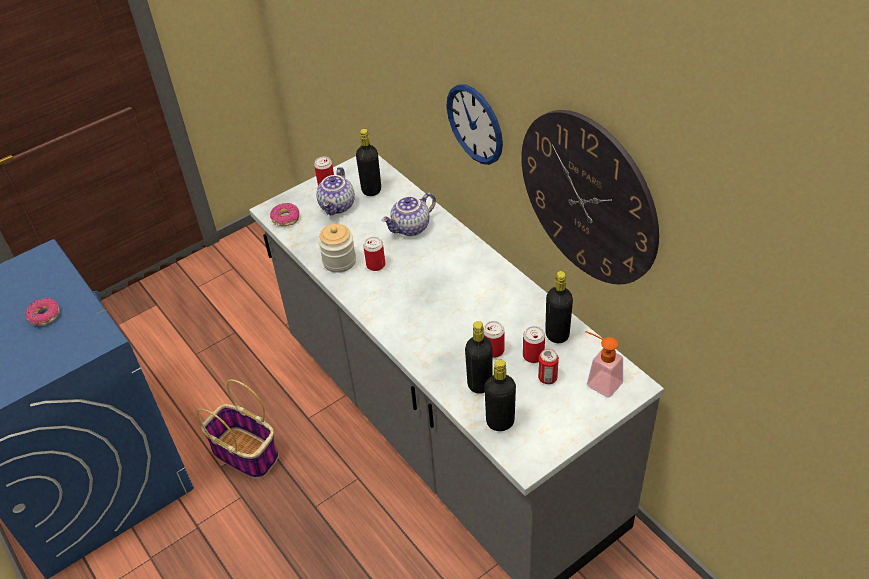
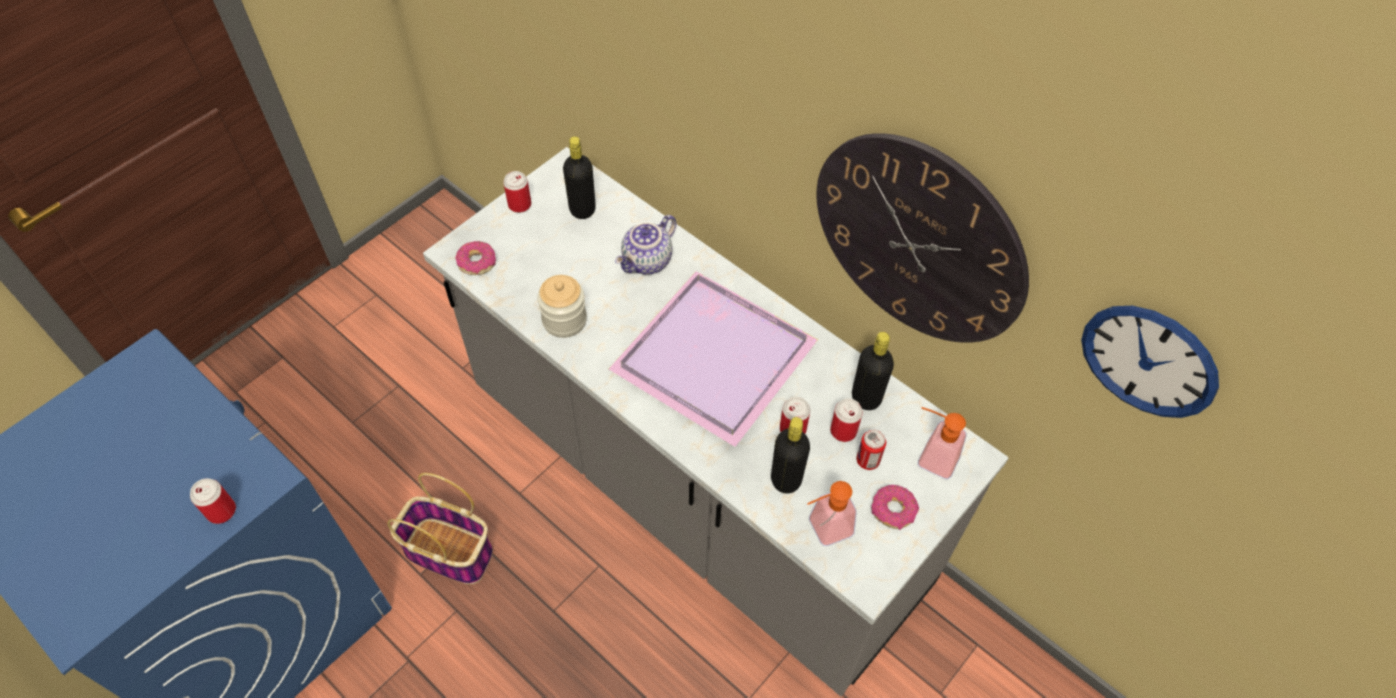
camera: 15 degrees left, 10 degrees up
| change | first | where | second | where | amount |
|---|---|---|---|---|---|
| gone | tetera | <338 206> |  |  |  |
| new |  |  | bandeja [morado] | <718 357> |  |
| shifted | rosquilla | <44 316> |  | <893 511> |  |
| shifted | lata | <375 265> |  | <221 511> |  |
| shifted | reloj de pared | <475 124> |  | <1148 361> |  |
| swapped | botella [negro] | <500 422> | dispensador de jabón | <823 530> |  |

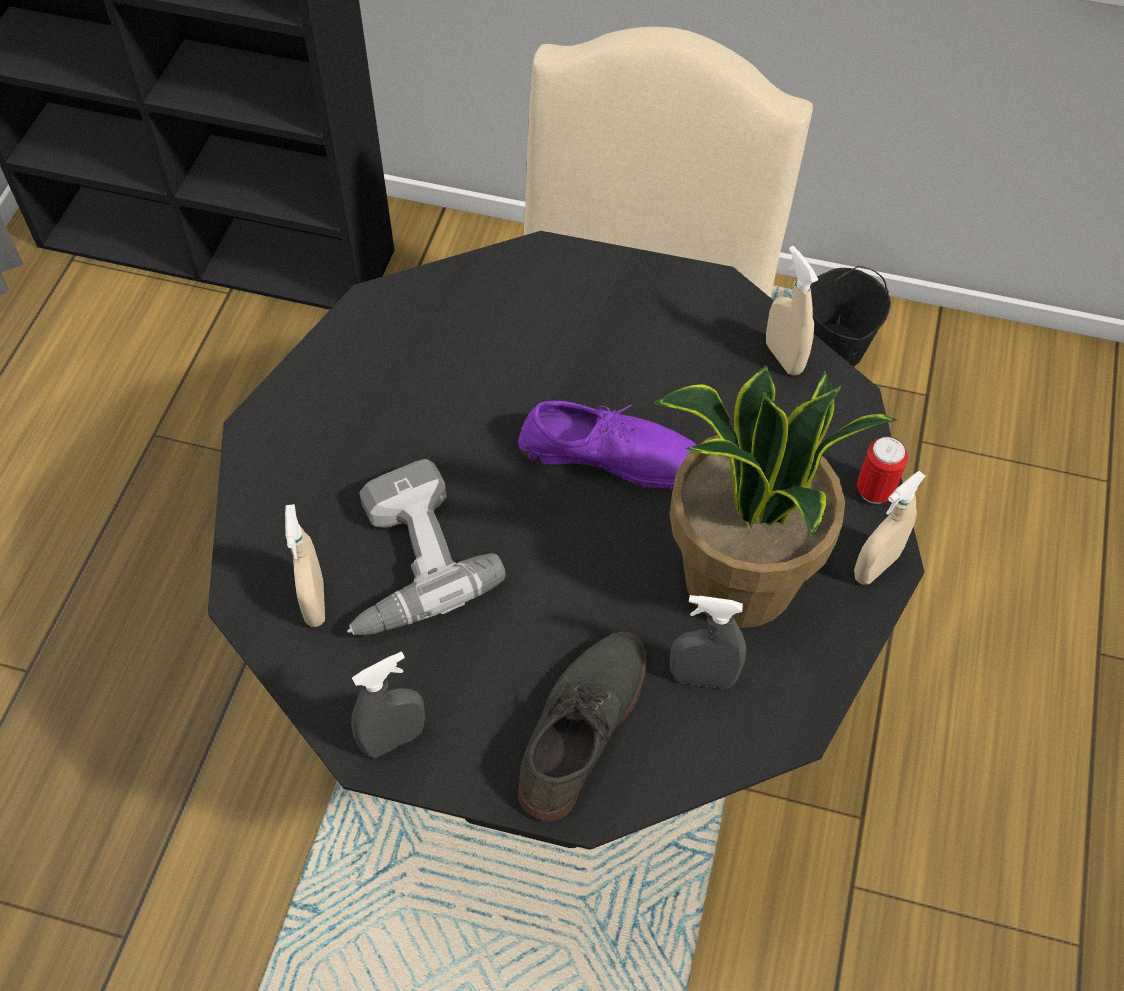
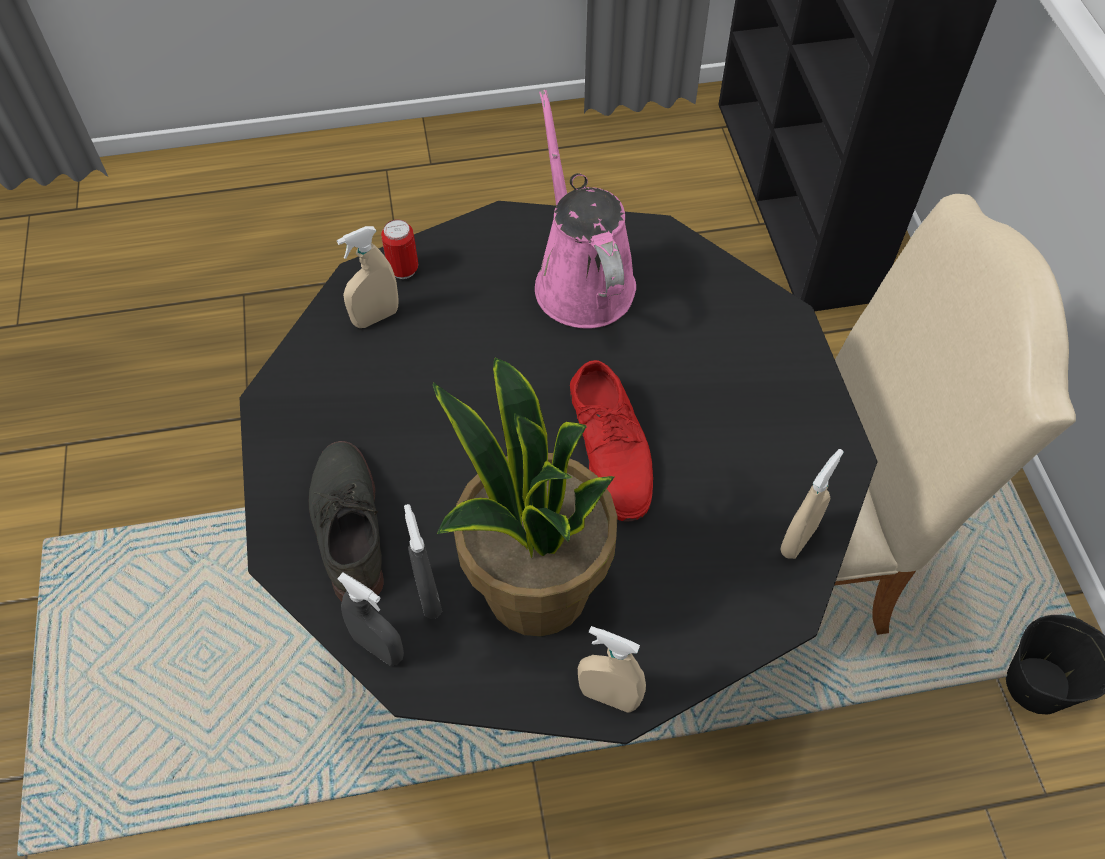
camera: 65 degrees right, 0 degrees up
| change | first | where | second | where | amount |
|---|---|---|---|---|---|
| gone | taladro | <403 561> |  |  |  |
| new |  |  | regadera [rosa] | <581 279> |  |
| shifted | pulverizador [gris] | <394 739> |  | <378 647> |  |
| shifted | lata | <874 491> |  | <403 270> |  |
| repainted | zapato [morado] | <613 454> | zapato [rojo] | <611 448> |  |
| rotated | zapato [gris] | <581 725> |  | <347 524> | 105 degrees counterclockwise |

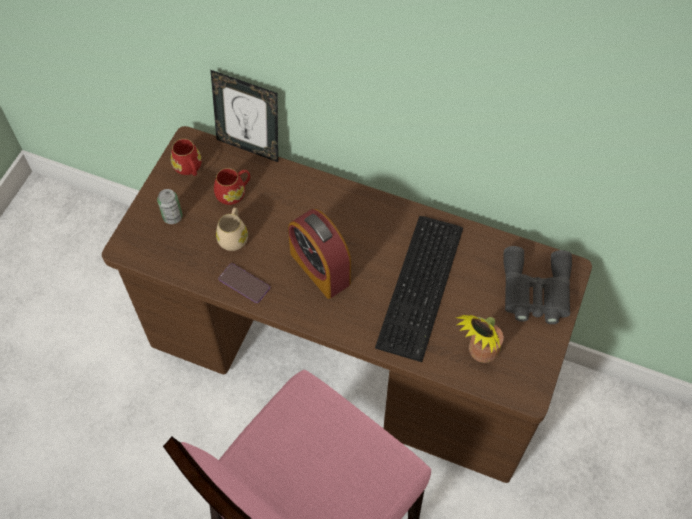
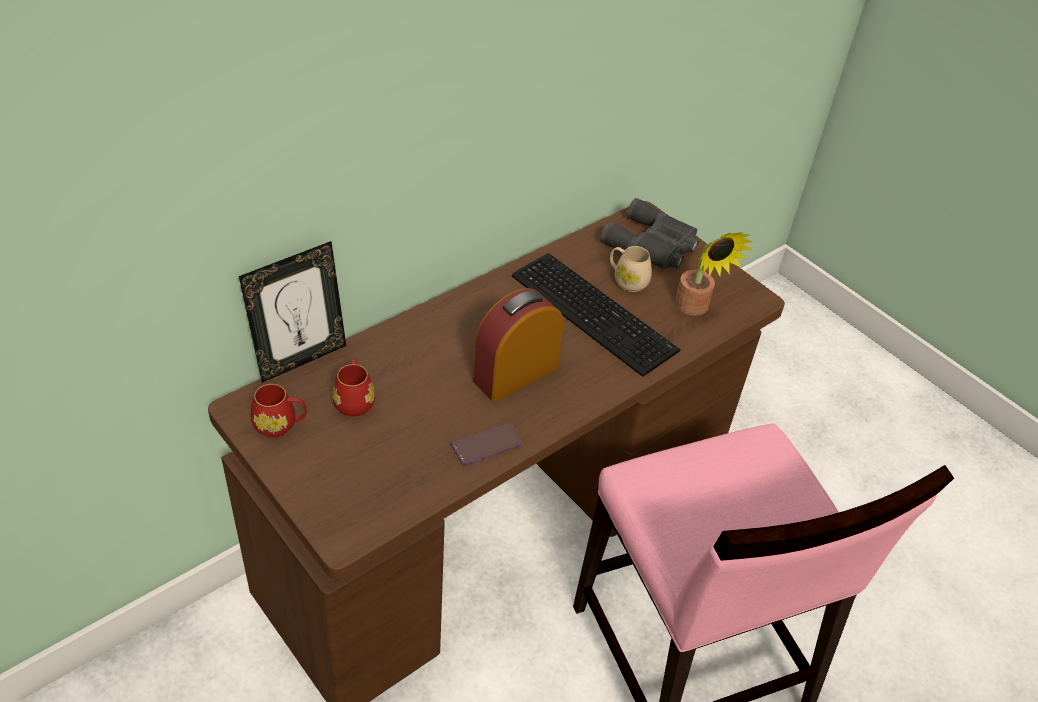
camera: 65 degrees left, 15 degrees down
| change | first | where | second | where | amount |
|---|---|---|---|---|---|
| gone | lata | <172 217> |  |  |  |
| shifted | taza grande [beis] | <234 236> |  | <627 280> |  |
| rotated | despertador | <320 268> |  | <515 374> | 150 degrees clockwise |

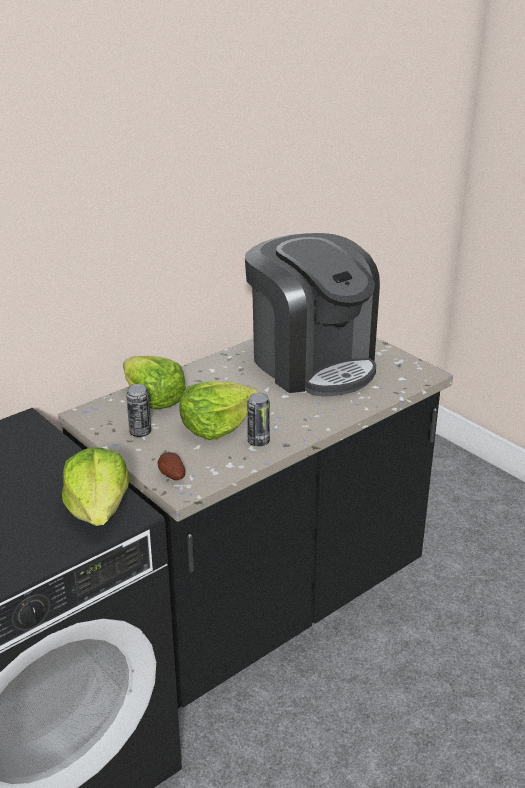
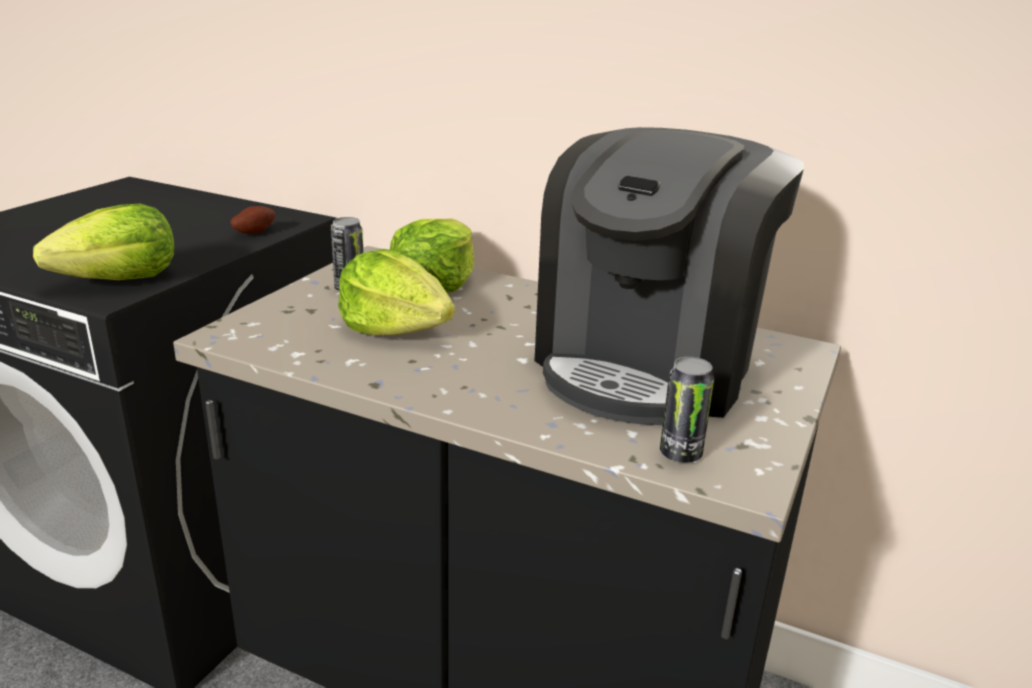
camera: 65 degrees right, 5 degrees down
| change | first | where | second | where | amount |
|---|---|---|---|---|---|
| shifted | patata | <171 476> |  | <253 232> |  |
| shifted | lata | <258 442> |  | <680 454> |  |

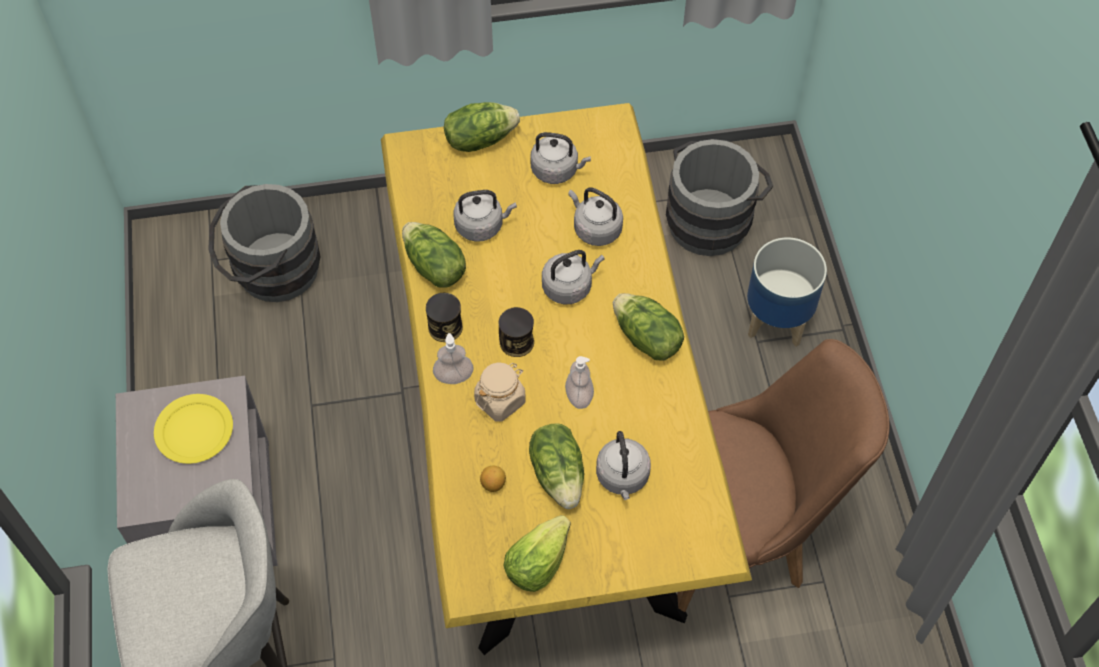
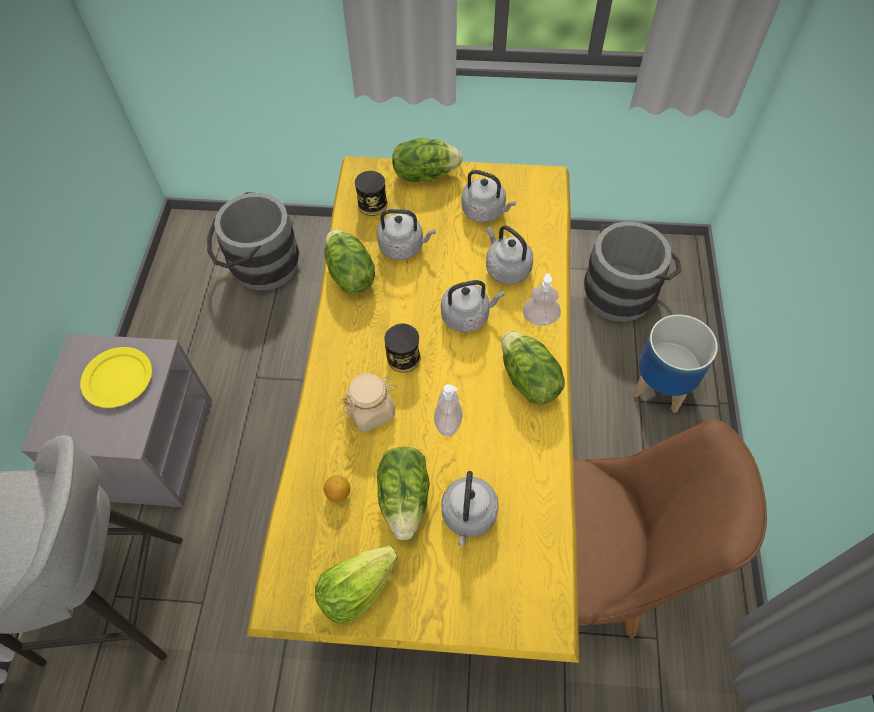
camera: 15 degrees right, 0 degrees up
| change | first | where | second | where | amount |
|---|---|---|---|---|---|
| shifted | lata | <445 327> |  | <372 204> |  |
| shifted | dispensador de jabón | <454 376> |  | <540 319> |  |

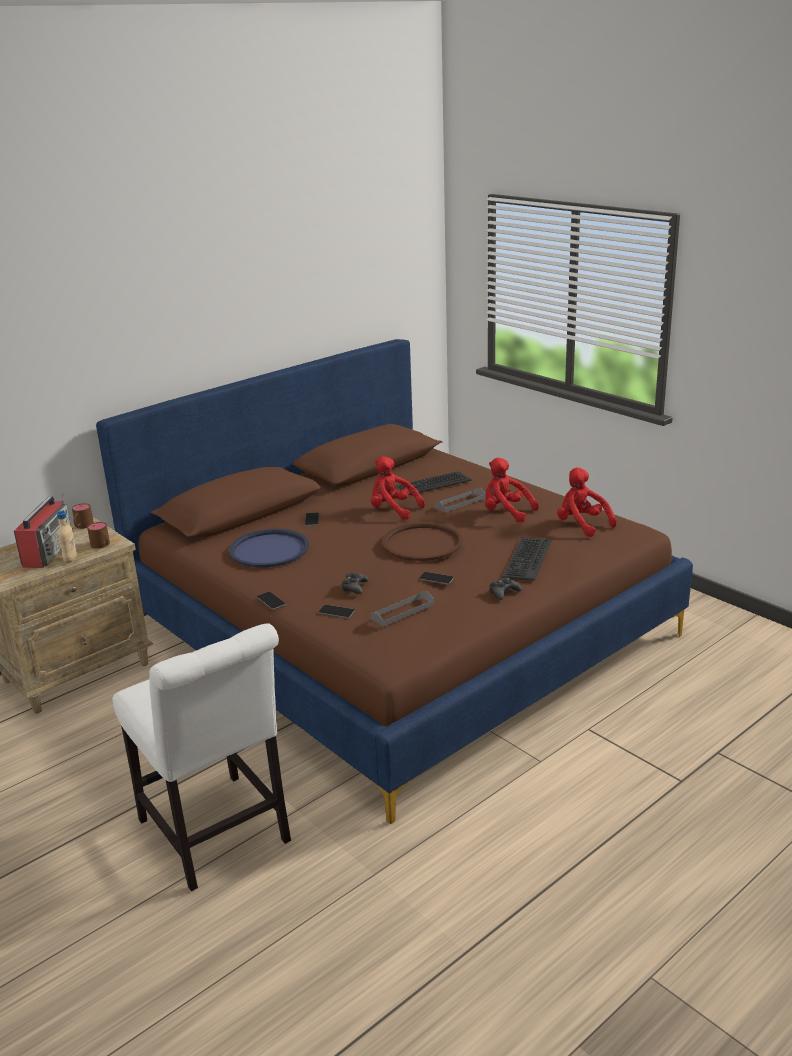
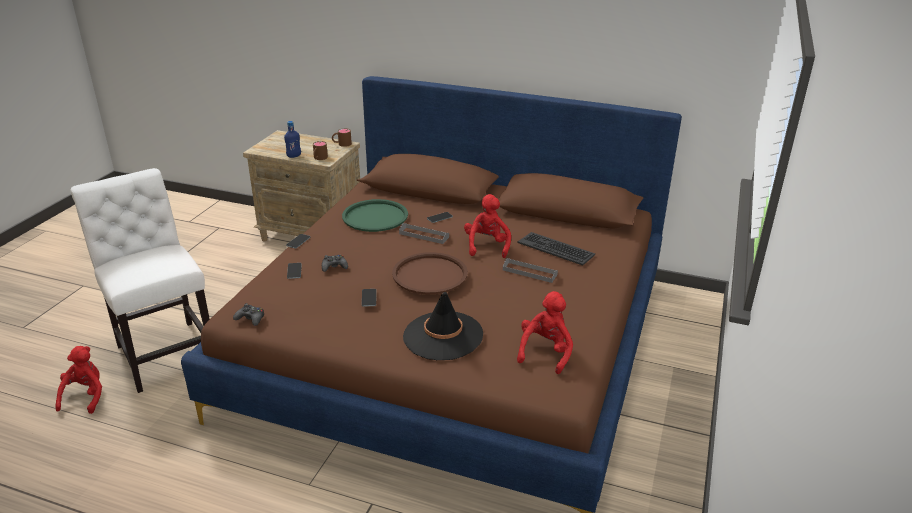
camera: 60 degrees right, 5 degrees up
| change | first | where | second | where | amount |
|---|---|---|---|---|---|
| gone | radio | <48 551> |  |  |  |
| shifted | bandeja [gris] | <403 611> |  | <424 235> |  |
| shifted | peluche [rojo] | <506 512> |  | <85 396> |  |
| shifted | mando de consola [negro] | <504 592> |  | <250 318> |  |
| swapped | teclado | <526 559> | sombrero [negro] | <443 336> |  |
| repainted | botella [beis] | <70 559> | botella [azul] | <294 156> |  |
| repainted | bandeja [azul] | <269 549> | bandeja [verde] | <375 216> |  |
| rotated | silla [blanco] | <217 836> |  | <165 352> | 120 degrees clockwise |

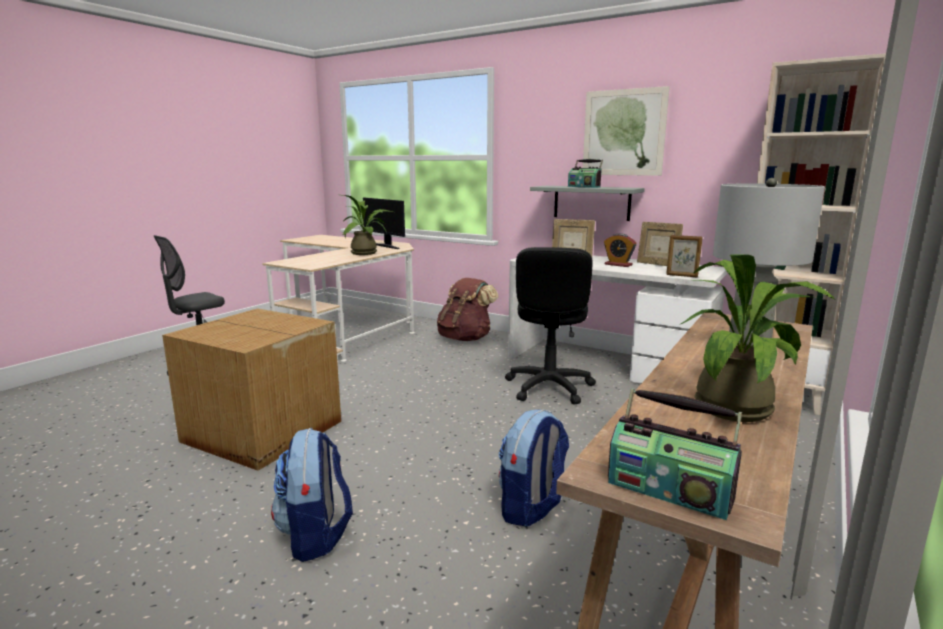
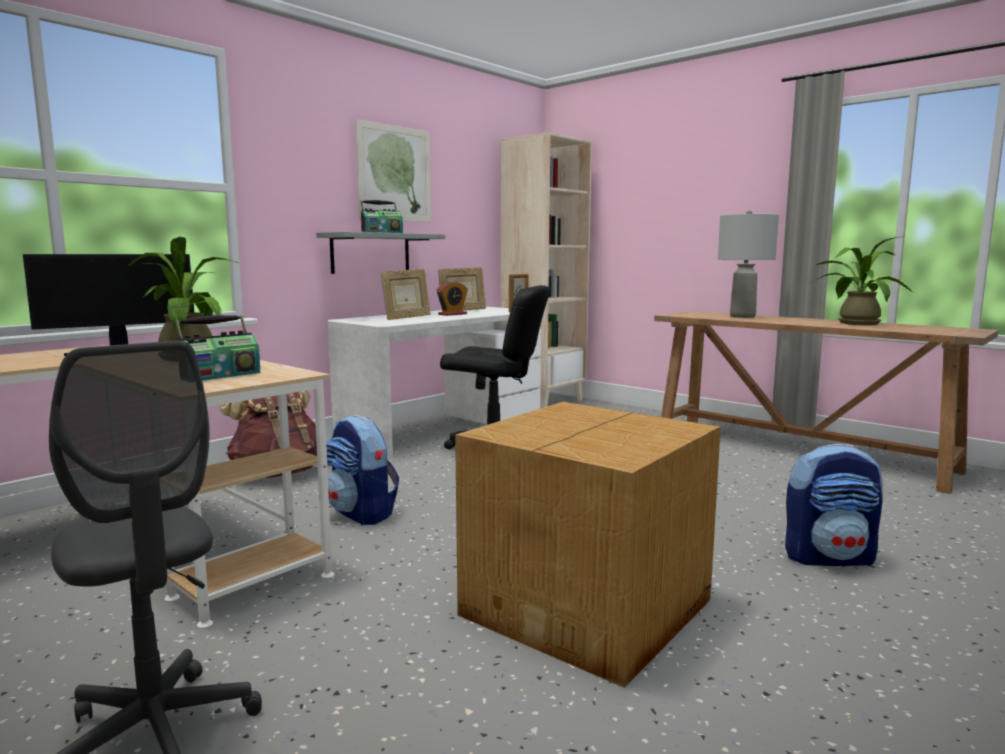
camera: 80 degrees left, 5 degrees down
| change | first | where | second | where | amount |
|---|---|---|---|---|---|
| shifted | mochila | <532 508> |  | <362 514> |  |
| shifted | radio | <669 490> |  | <220 375> |  |

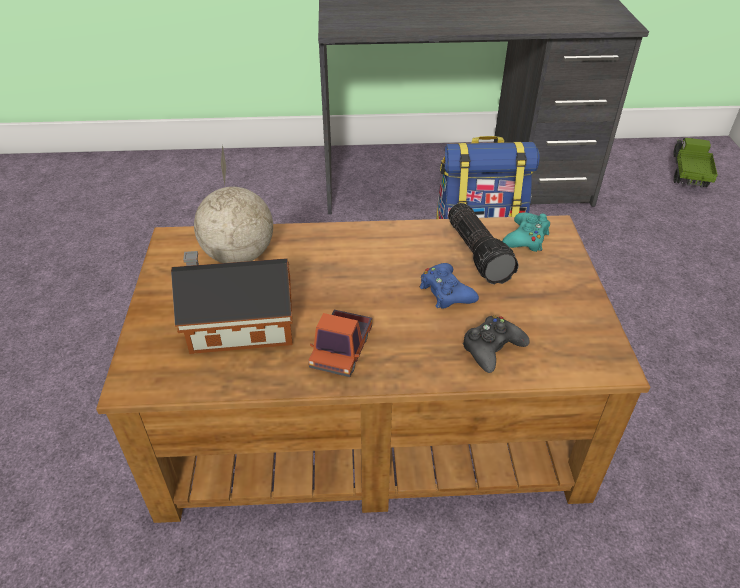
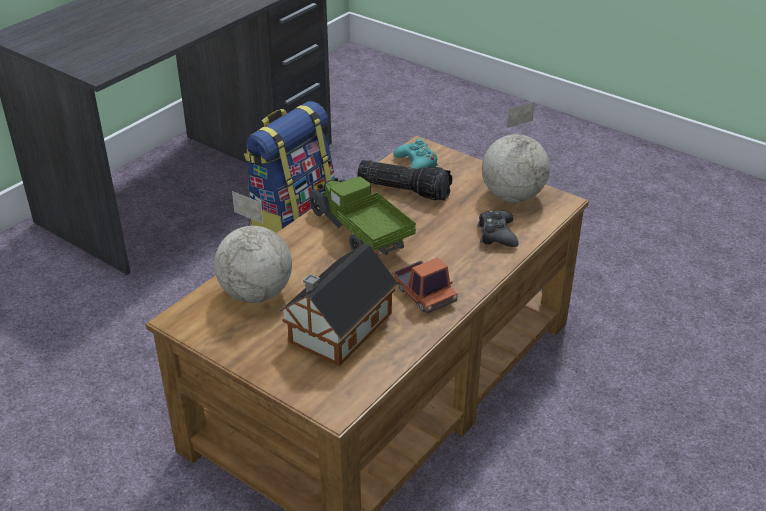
camera: 50 degrees left, 5 degrees down
| change | first | where | second | where | amount |
|---|---|---|---|---|---|
| gone | mando de consola [azul] | <446 292> |  |  |  |
| new |  |  | globo terráqueo | <511 196> |  |
| shifted | camión de juguete | <687 173> |  | <358 233> |  |

